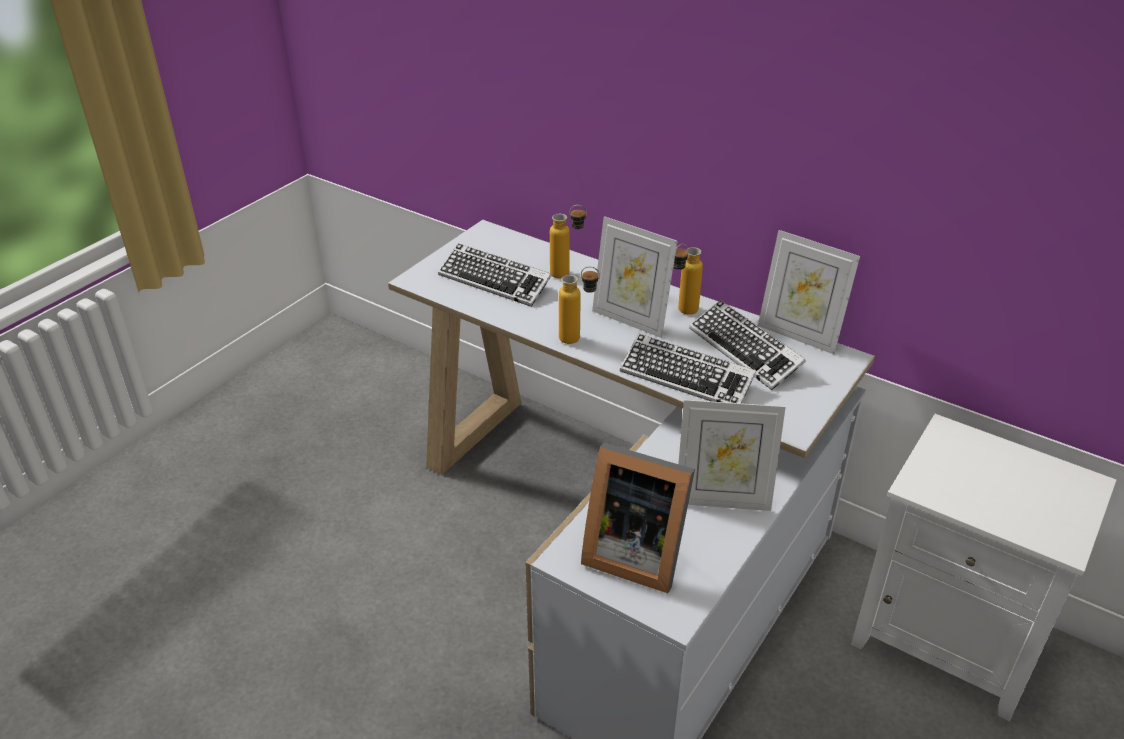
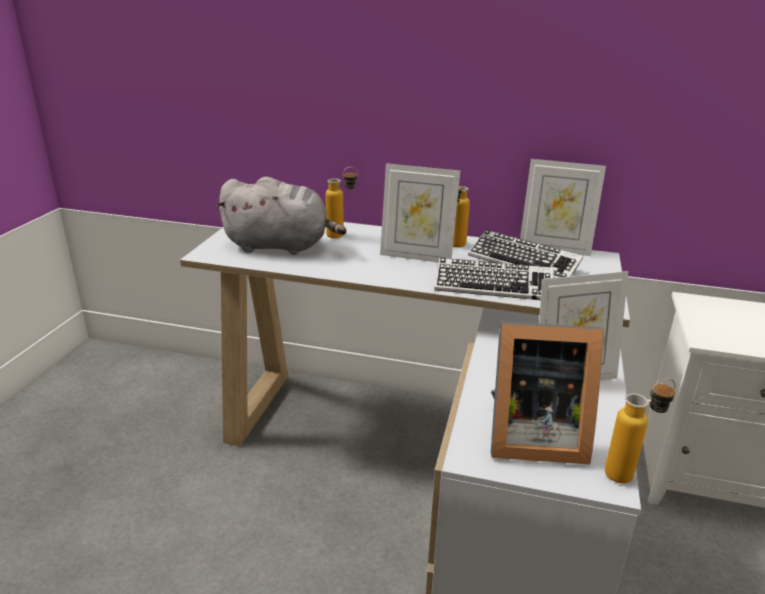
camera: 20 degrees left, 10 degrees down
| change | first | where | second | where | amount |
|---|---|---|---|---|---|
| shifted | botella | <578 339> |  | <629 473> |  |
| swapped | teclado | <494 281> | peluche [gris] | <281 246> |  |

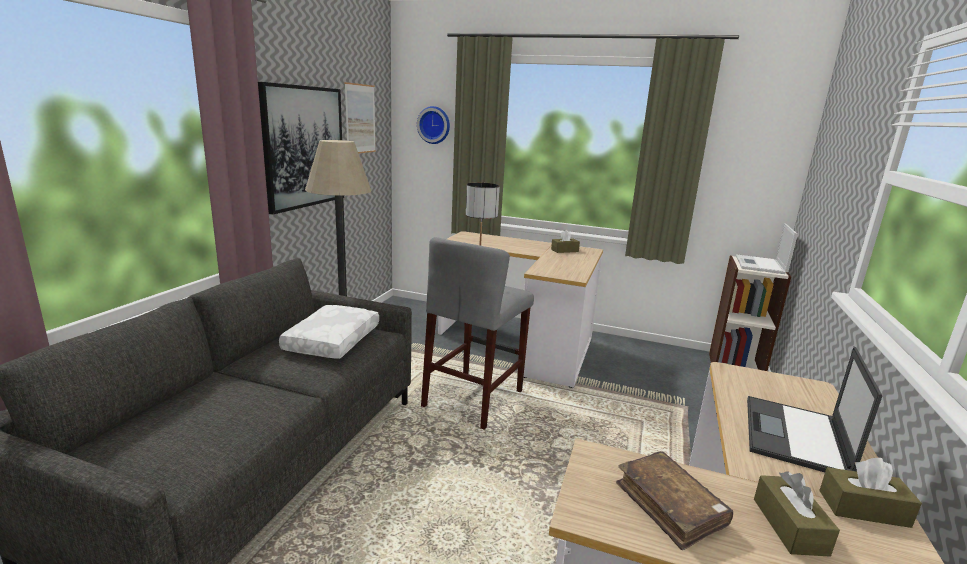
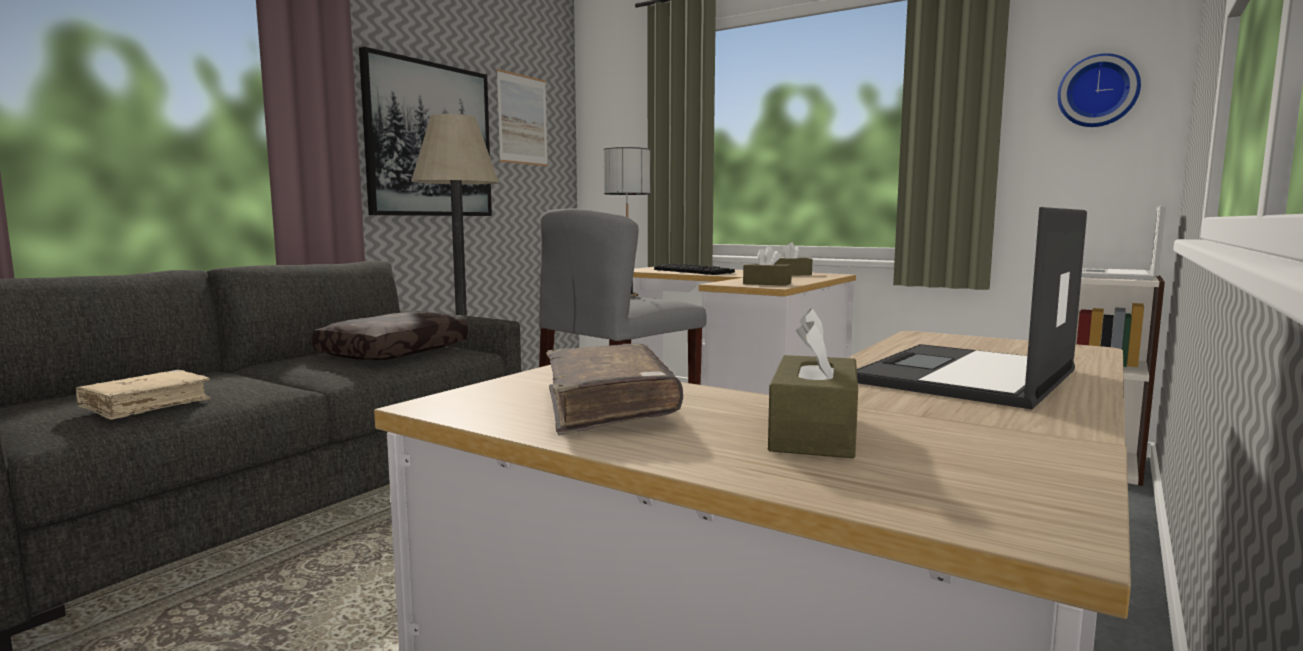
camera: 15 degrees right, 10 degrees down
| change | first | where | second | where | amount |
|---|---|---|---|---|---|
| new |  |  | libro [beis] | <146 405> |  |
| new |  |  | teclado | <694 271> |  |
| shifted | reloj de pared | <434 125> |  | <1098 91> |  |
| shifted | caja de pañuelos [marrón] | <863 508> |  | <767 283> |  |
| repainted | cojín [blanco] | <332 340> | cojín [marrón] | <394 352> |  |

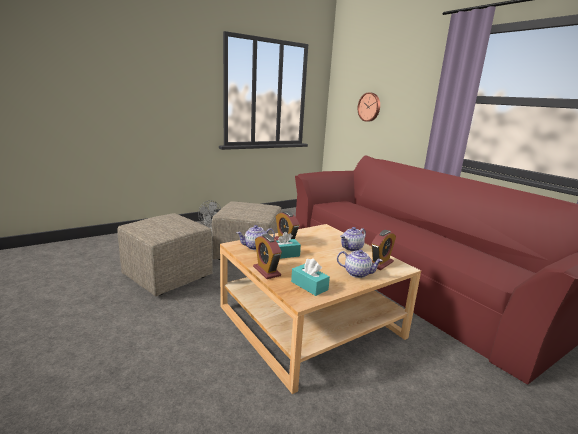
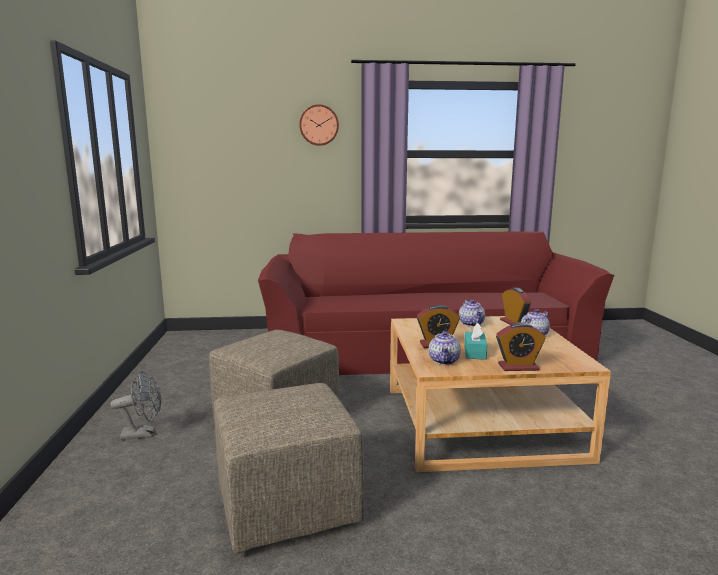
camera: 60 degrees left, 5 degrees down
| change | first | where | second | where | amount |
|---|---|---|---|---|---|
| gone | caja de pañuelos [turquesa] | <309 286> |  |  |  |
| shifted | reloj de pared | <369 107> |  | <319 125> |  |

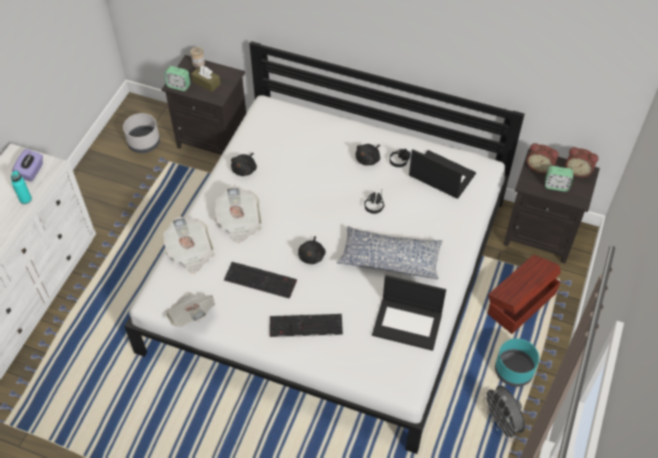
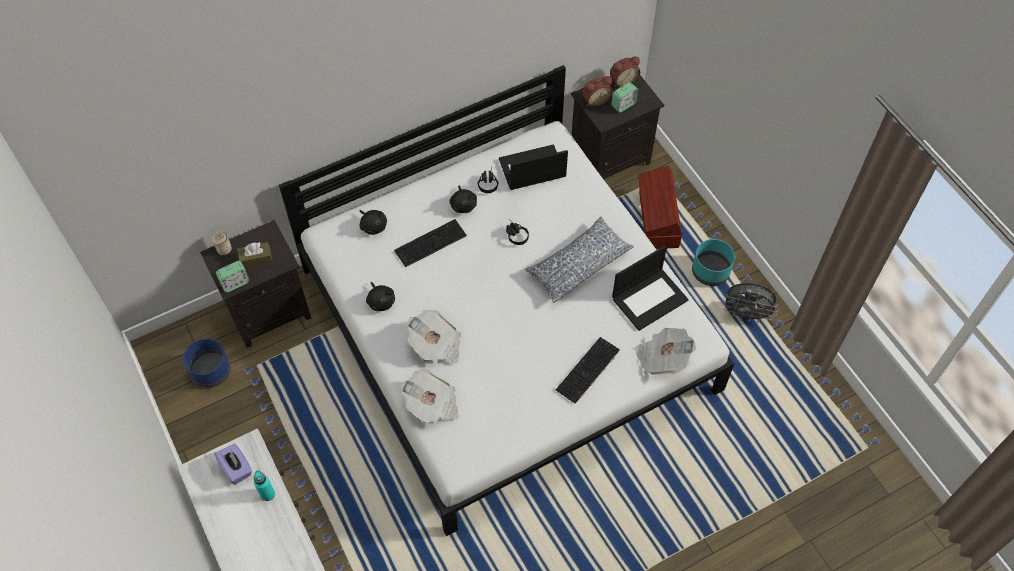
camera: 50 degrees left, 5 degrees up
| change | first | where | second | where | amount |
|---|---|---|---|---|---|
| shifted | periódico | <191 314> |  | <662 358> |  |
| shifted | teclado | <261 279> |  | <430 242> |  |
| shifted | peluche [negro] | <312 255> |  | <373 225> |  |
| repainted | maceta [gris] | <144 143> | maceta [azul] | <211 371> |  |

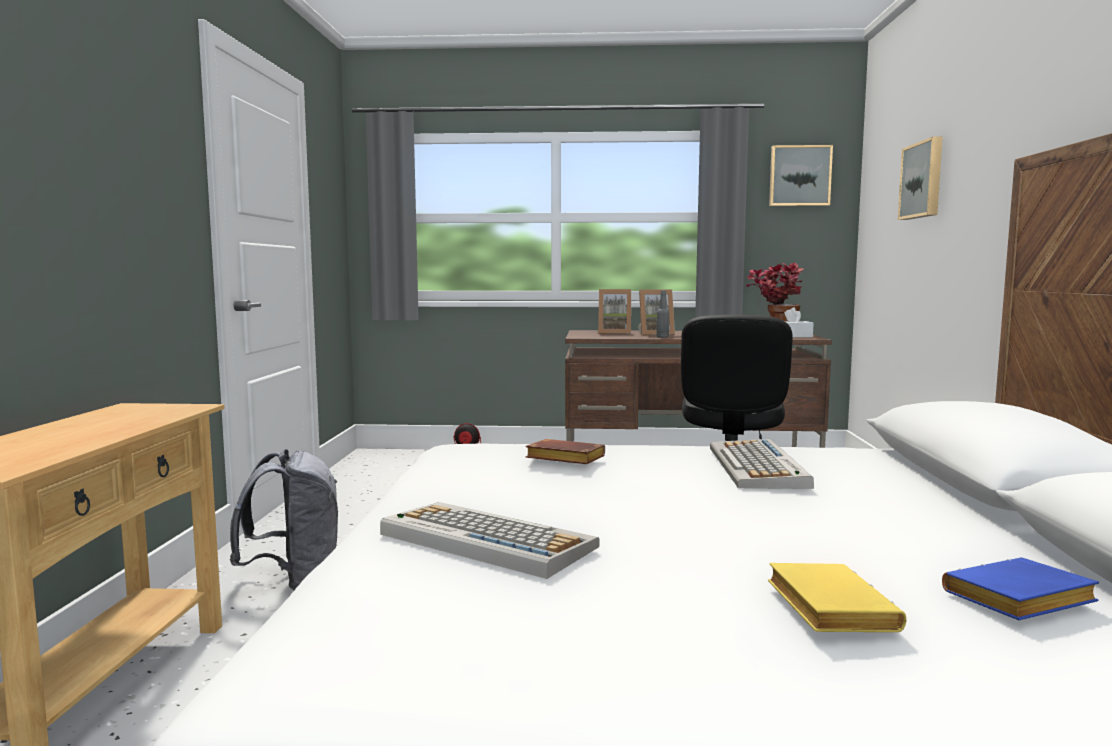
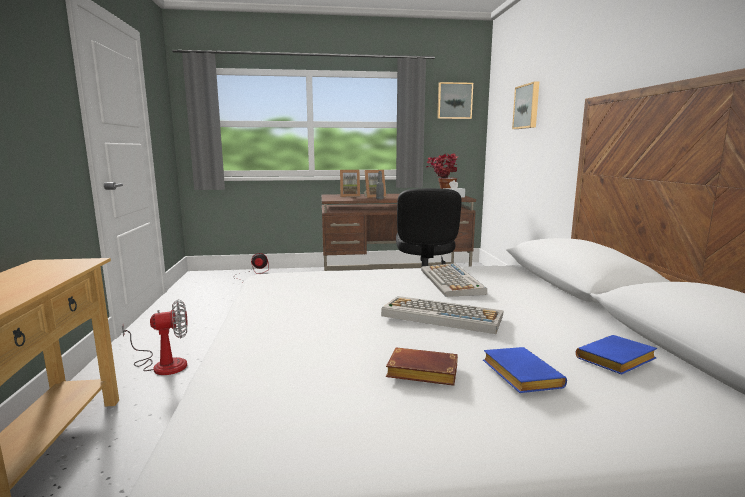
camera: 10 degrees left, 5 degrees up
| change | first | where | second | where | amount |
|---|---|---|---|---|---|
| shifted | teclado | <484 540> |  | <440 315> |  |
| shifted | libro [marrón] | <563 459> |  | <420 373> |  |
| swapped | mochila [gris] | <294 580> | ventilador | <163 364> |  |
| repainted | libro [amarillo] | <825 607> | libro [azul] | <518 375> |  |

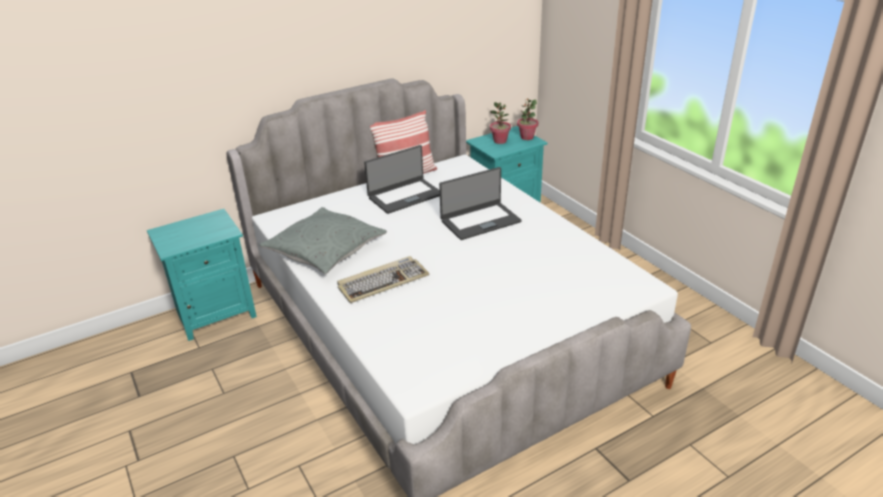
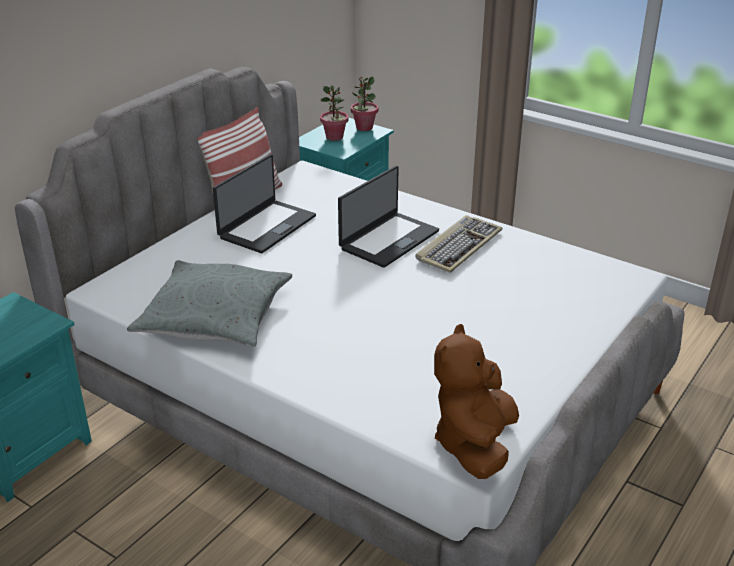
camera: 25 degrees left, 0 degrees up
| change | first | where | second | where | amount |
|---|---|---|---|---|---|
| new |  |  | peluche [marrón] | <474 445> |  |
| shifted | teclado | <383 281> |  | <458 246> |  |

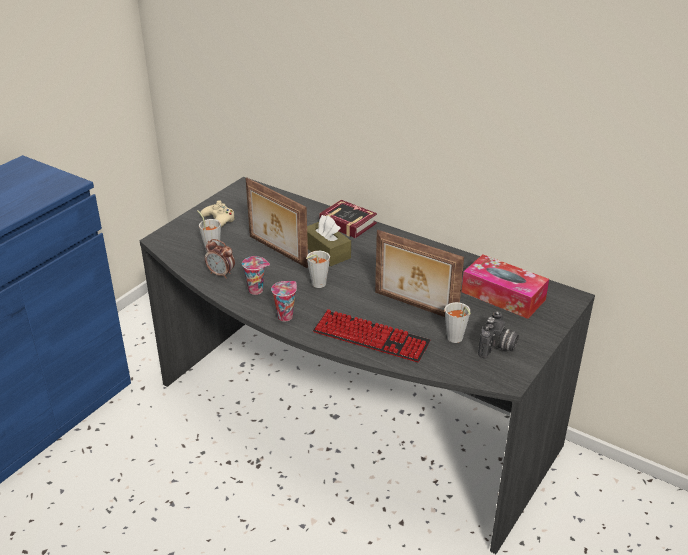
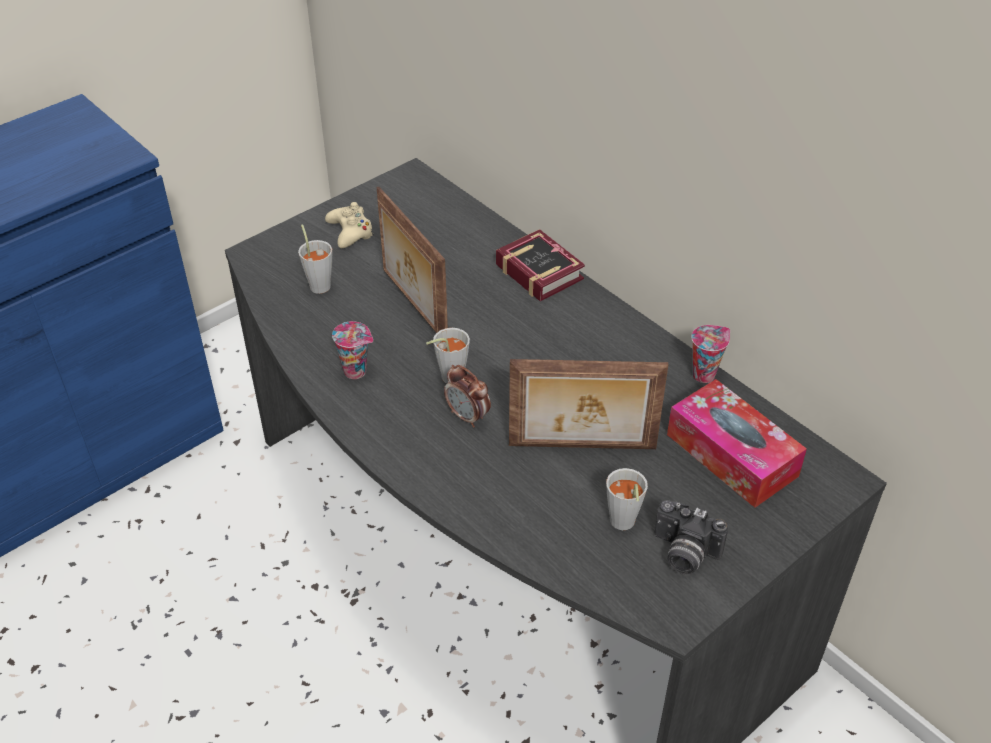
camera: 15 degrees right, 10 degrees up
| change | first | where | second | where | amount |
|---|---|---|---|---|---|
| gone | caja de pañuelos [marrón] | <326 251> |  |  |  |
| gone | teclado | <371 338> |  |  |  |
| shifted | despertador | <221 274> |  | <467 416> |  |
| shifted | taza | <285 316> |  | <704 374> |  |
| rotated | portarretratos | <414 307> |  | <582 448> | 45 degrees counterclockwise |
| rotated | cámara | <497 348> |  | <683 554> | 75 degrees clockwise |

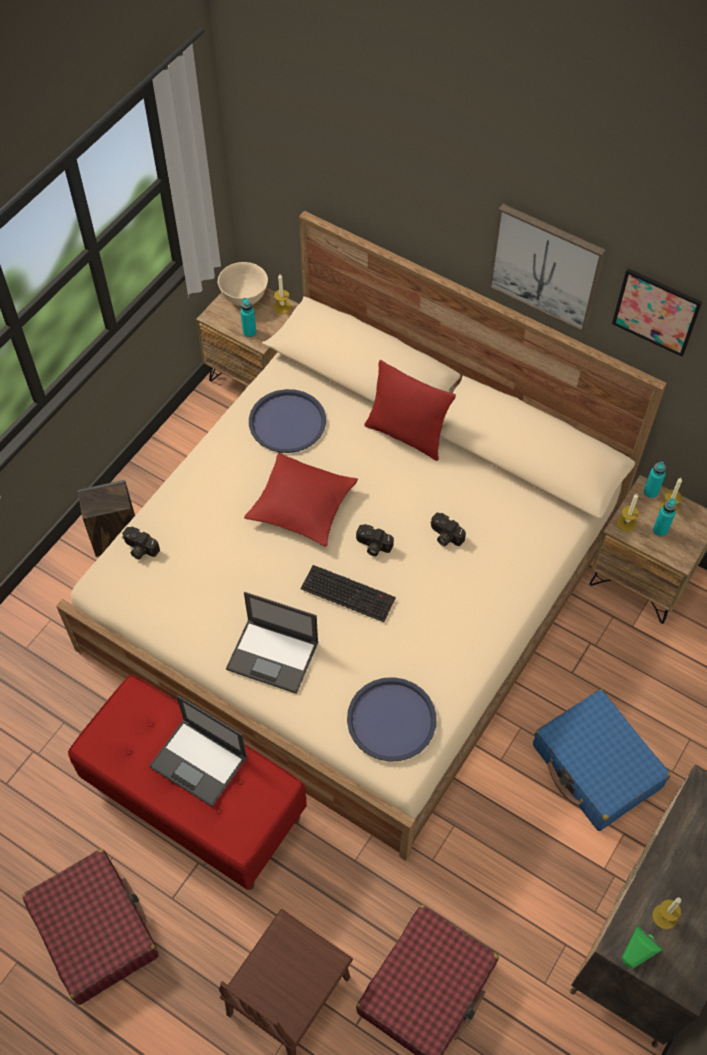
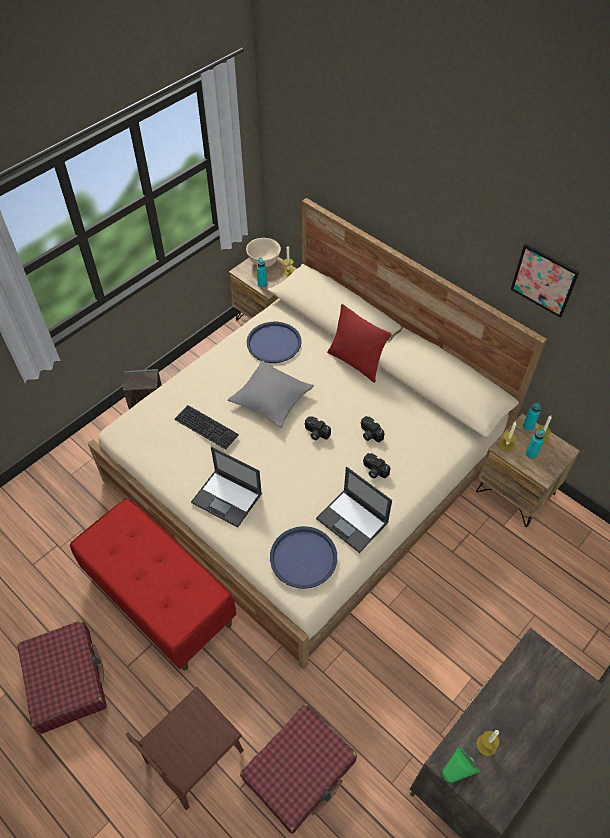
camera: 10 degrees right, 5 degrees down
| change | first | where | second | where | amount |
|---|---|---|---|---|---|
| gone | cuadro | <546 266> |  |  |  |
| gone | maleta [azul] | <596 767> |  |  |  |
| shifted | cámara | <139 549> |  | <374 471> |  |
| shifted | portátil | <200 762> |  | <353 521> |  |
| shifted | teclado | <349 593> |  | <207 427> |  |
| repainted | cojín [rojo] | <302 505> | cojín [gris] | <271 399> |  |

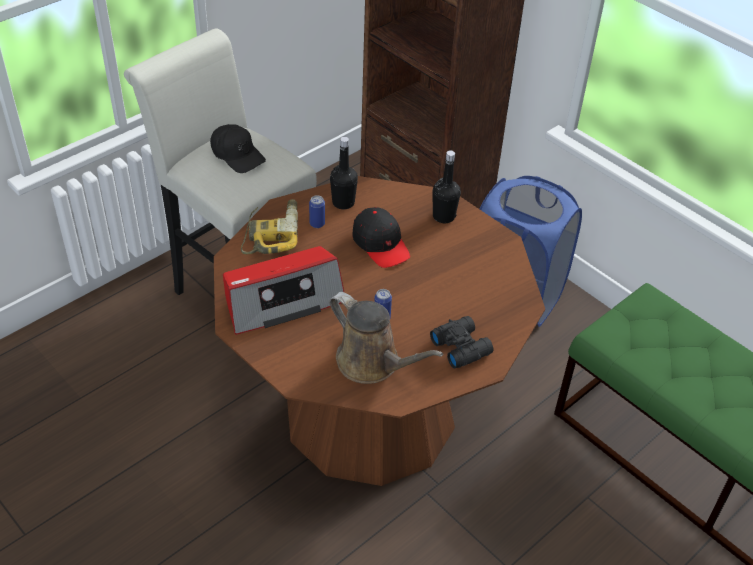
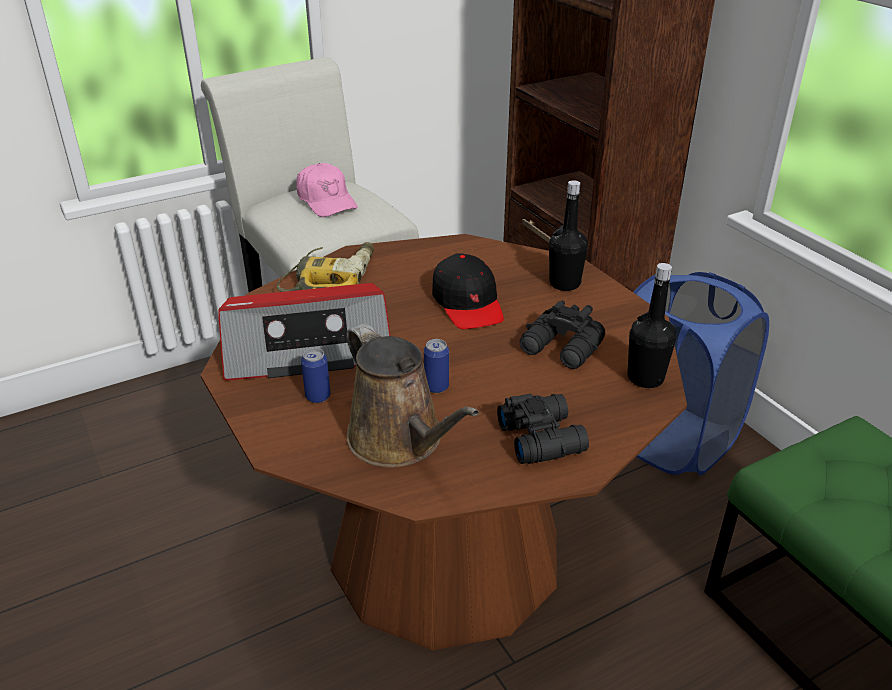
camera: 15 degrees right, 10 degrees down
| change | first | where | second | where | amount |
|---|---|---|---|---|---|
| new |  |  | prismáticos [negro] | <562 349> |  |
| shifted | lata | <317 224> |  | <318 396> |  |
| shifted | botella [negro] | <343 202> |  | <645 378> |  |
| repainted | gorra [negro] | <237 155> | gorra [rosa] | <326 201> |  |

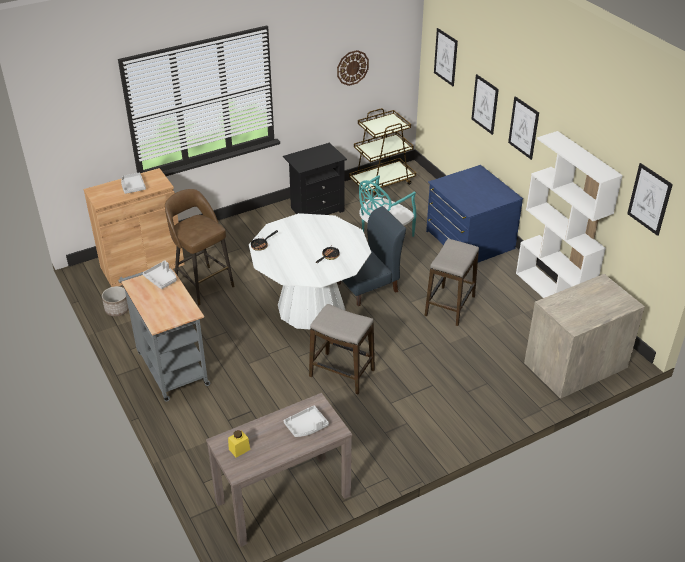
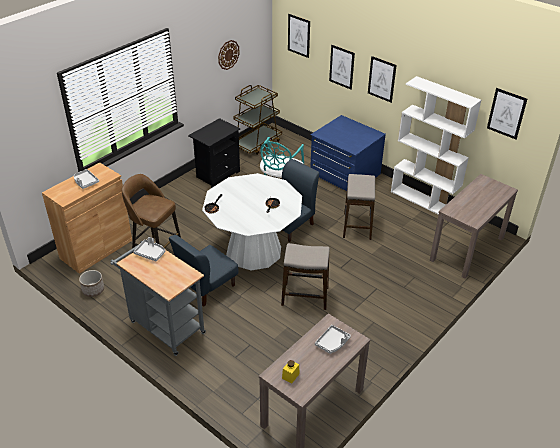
camera: 20 degrees left, 0 degrees up
| change | first | where | second | where | amount |
|---|---|---|---|---|---|
| new |  |  | silla [azul] | <206 287> |  |
| swapped | cómoda | <575 365> | mesa consola [marrón] | <467 249> |  |

